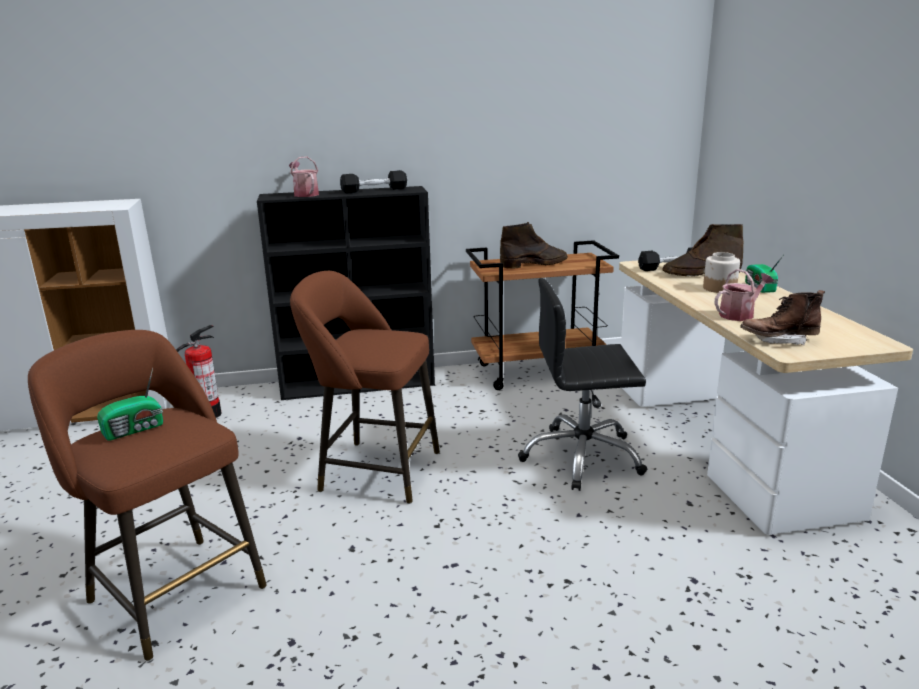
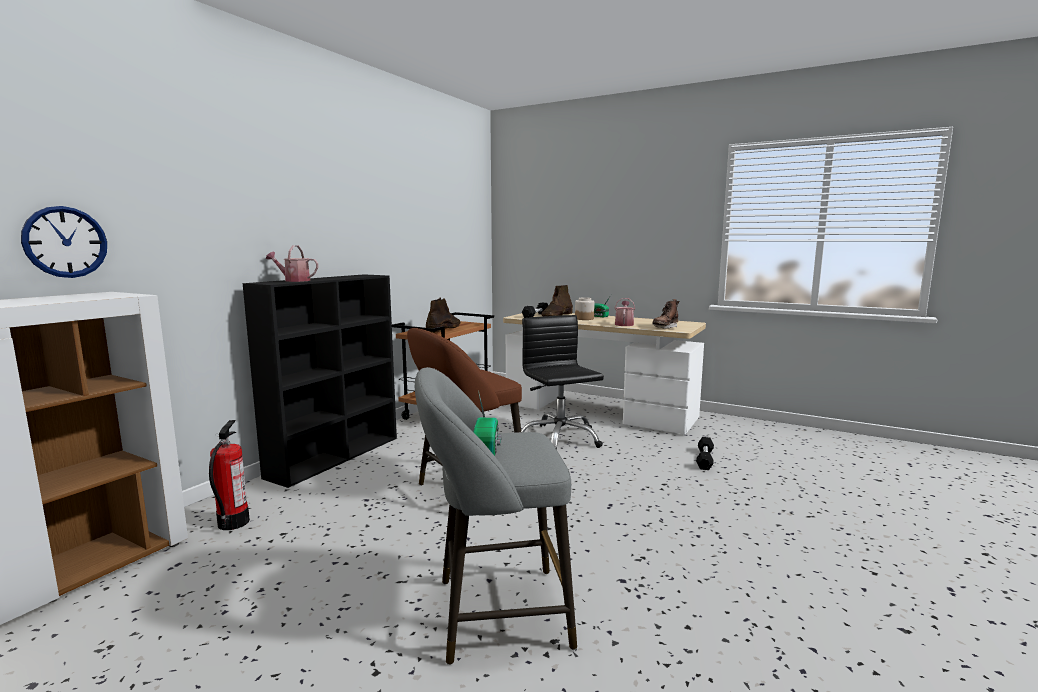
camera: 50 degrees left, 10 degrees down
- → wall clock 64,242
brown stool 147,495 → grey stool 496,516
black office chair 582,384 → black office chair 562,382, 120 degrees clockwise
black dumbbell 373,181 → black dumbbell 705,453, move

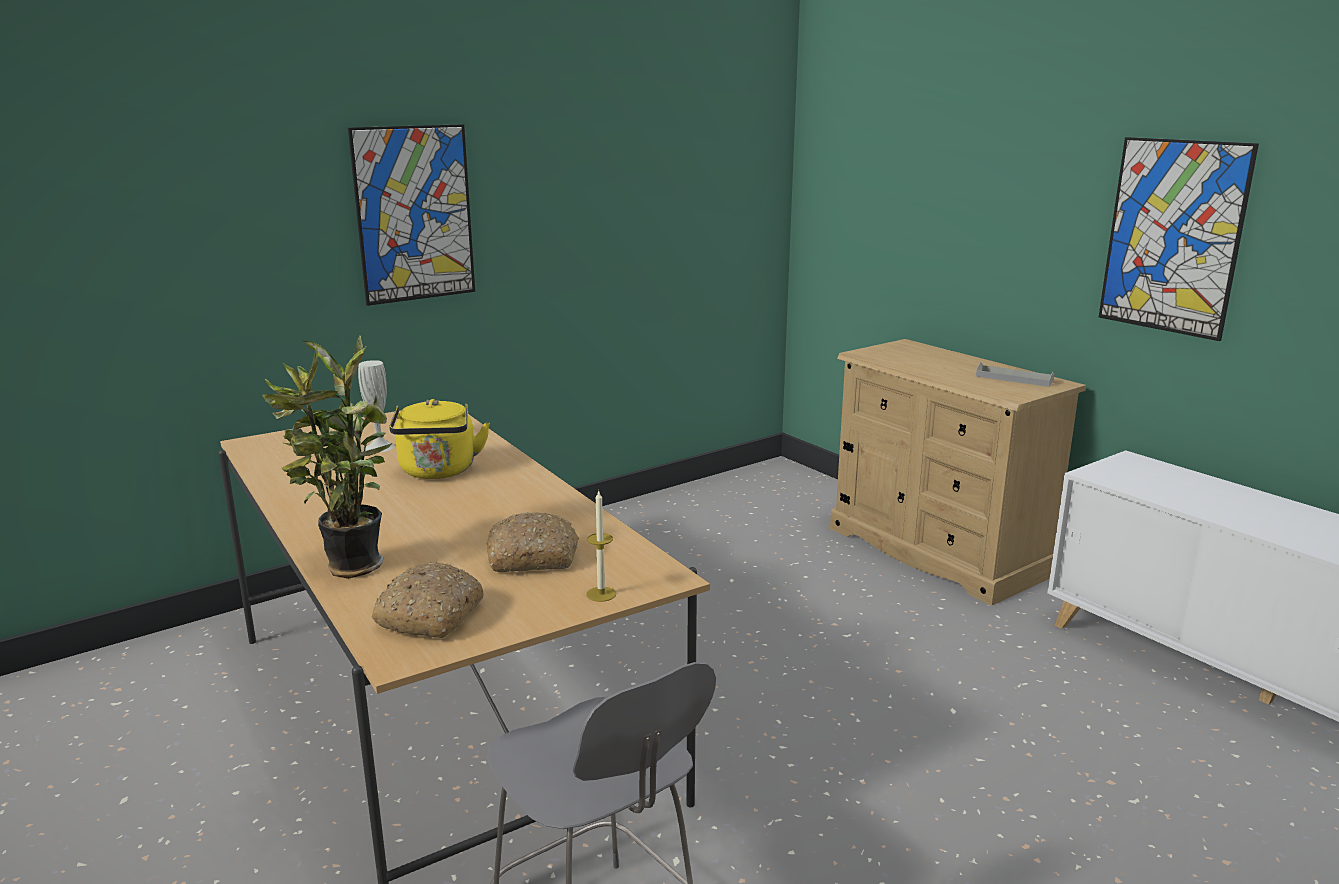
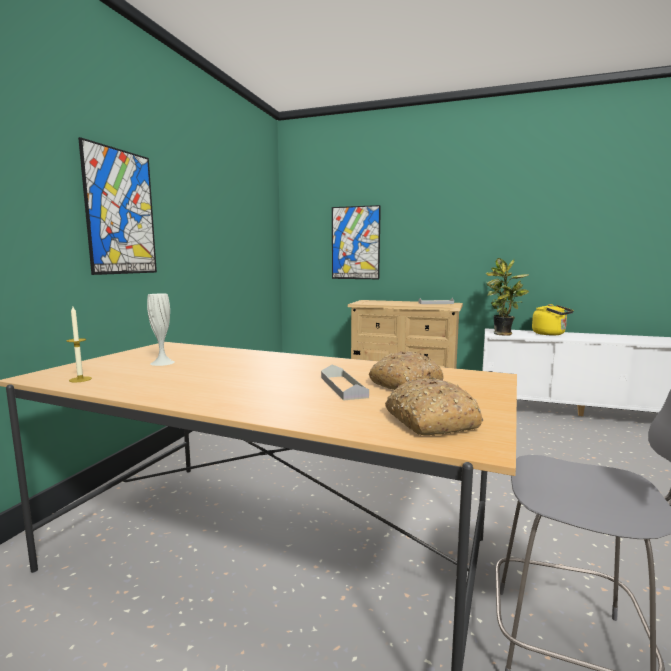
camera: 35 degrees left, 10 degrees down
candle 601,546 → candle 79,344, move
- → grey tray 345,382
picture 1179,239 → picture 356,242, move
potted plant 327,457 → potted plant 507,297, move
yellow kettle 439,439 → yellow kettle 553,319, move

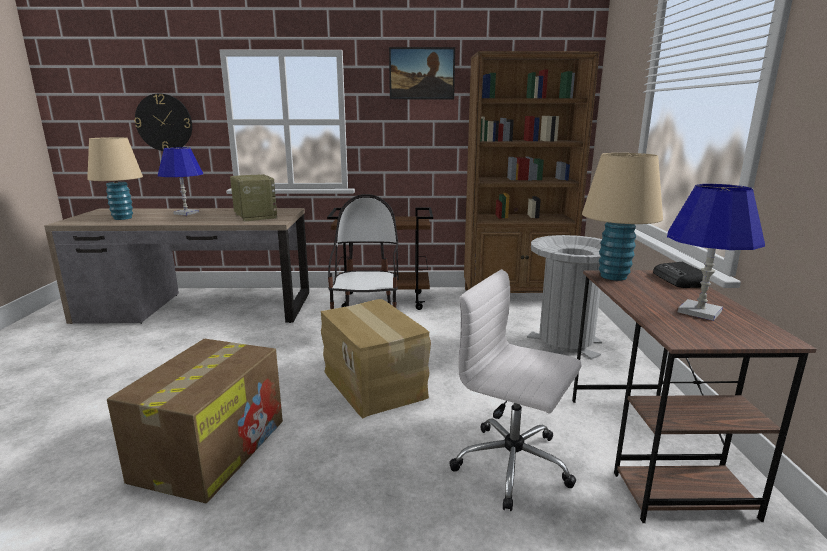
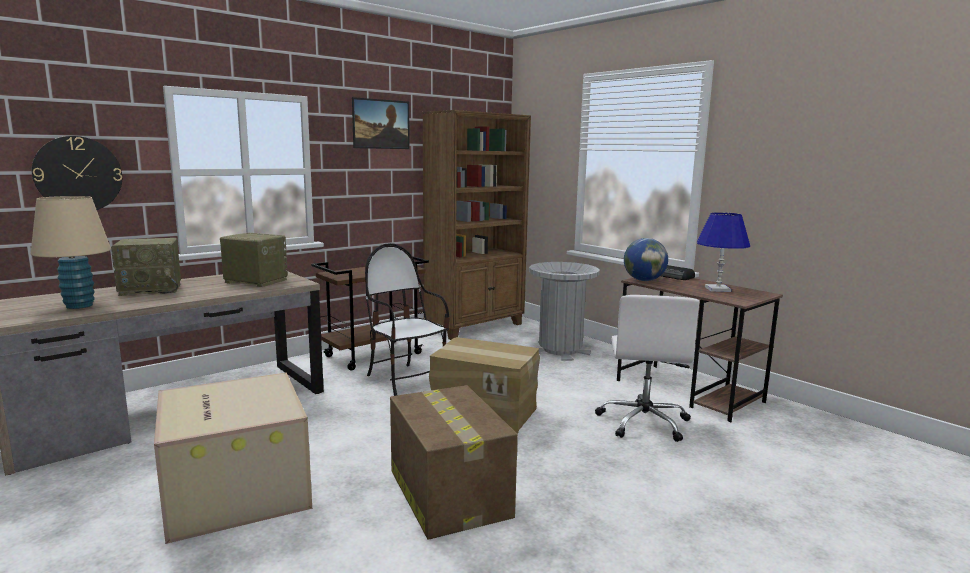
camera: 40 degrees left, 5 degrees down
blue table lamp 180,181 → radio 146,267
- → cardboard box 233,458
white office chair 515,390 → white office chair 647,368, 75 degrees counterclockwise
beige table lamp 622,217 → globe 646,259

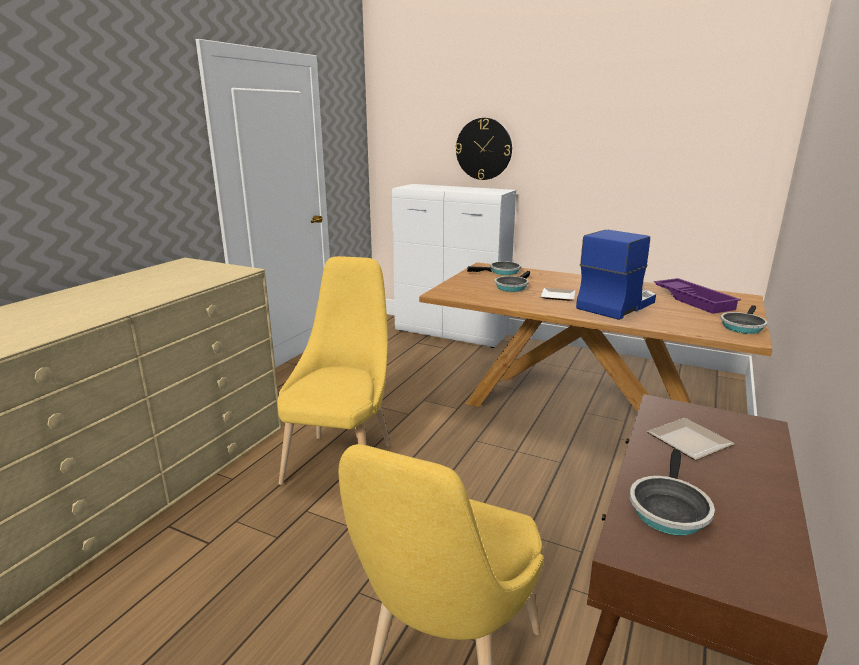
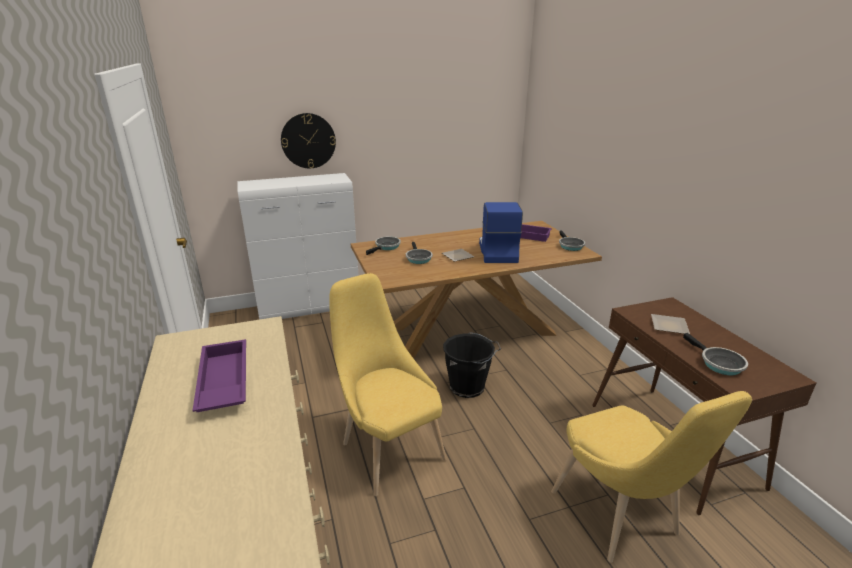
camera: 45 degrees left, 5 degrees up
- → purple tray 219,375
- → black bucket 472,365

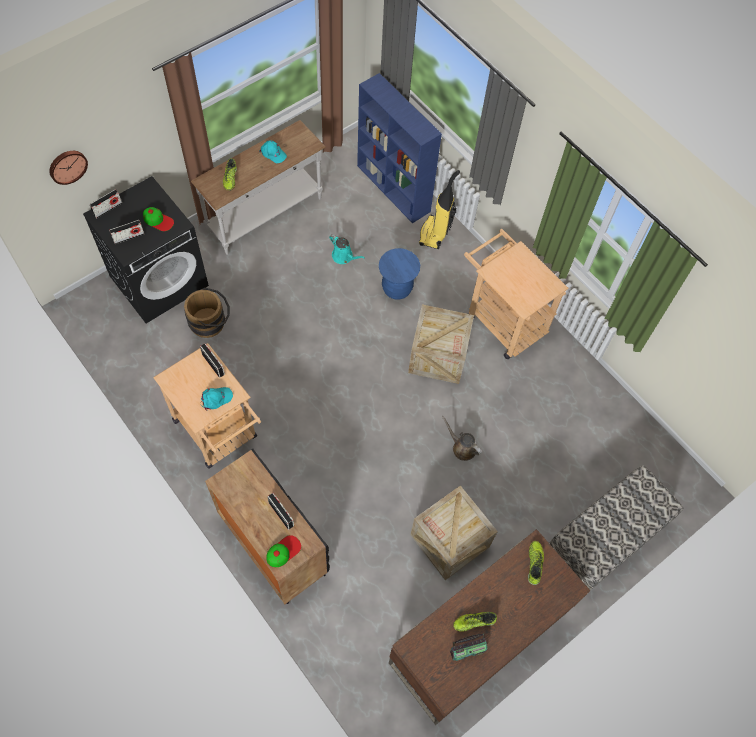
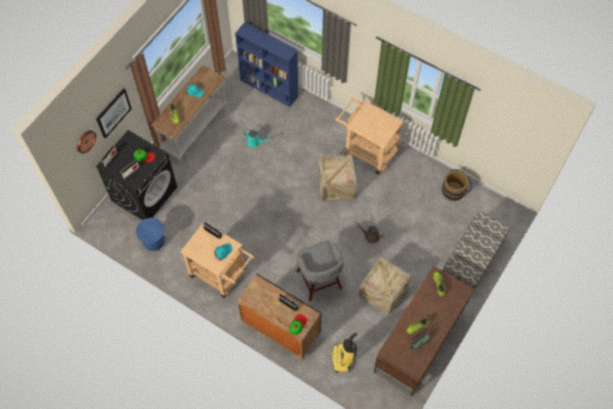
camera: 15 degrees left, 0 degrees up
- → picture 114,113
blue stool 399,274 → blue stool 150,234, move
- → grey stool 320,271
vacuum cleaner 439,209 → vacuum cleaner 344,352, move
brown bucket 207,312 → brown bucket 457,185, move

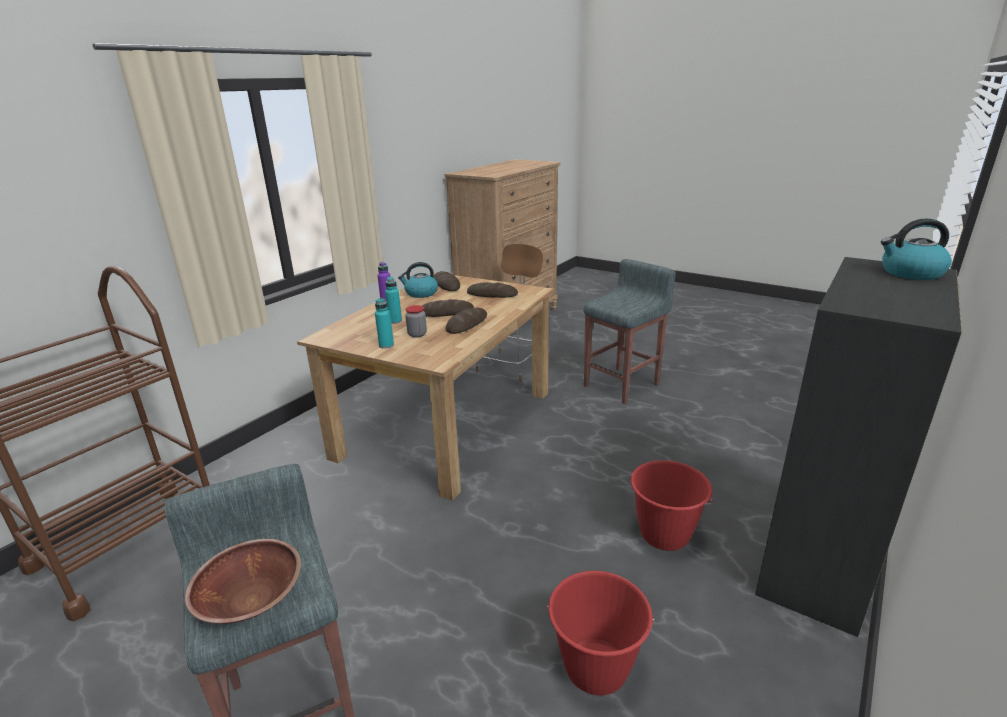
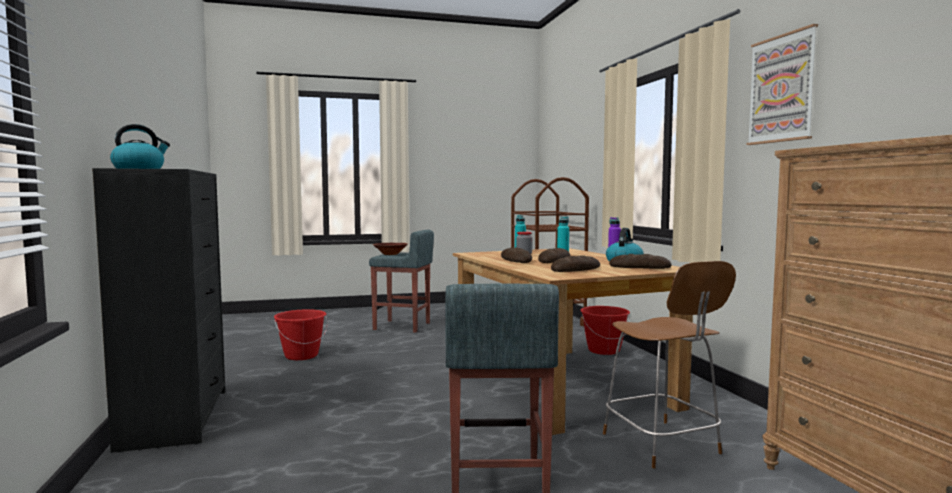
camera: 130 degrees right, 20 degrees down
red bucket 672,505 → red bucket 605,330, move
- → picture 782,84

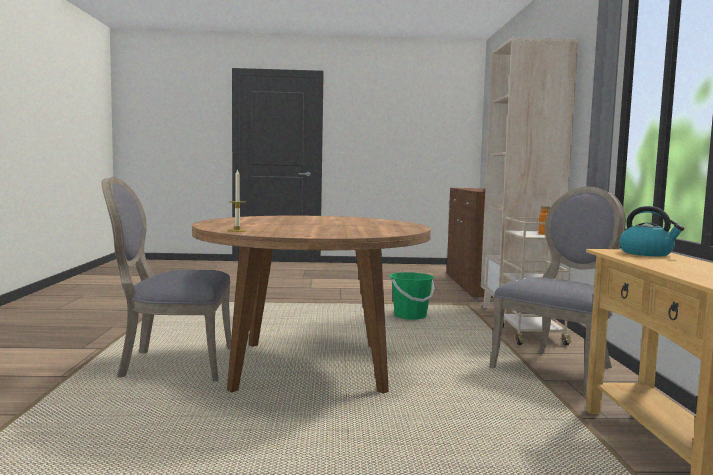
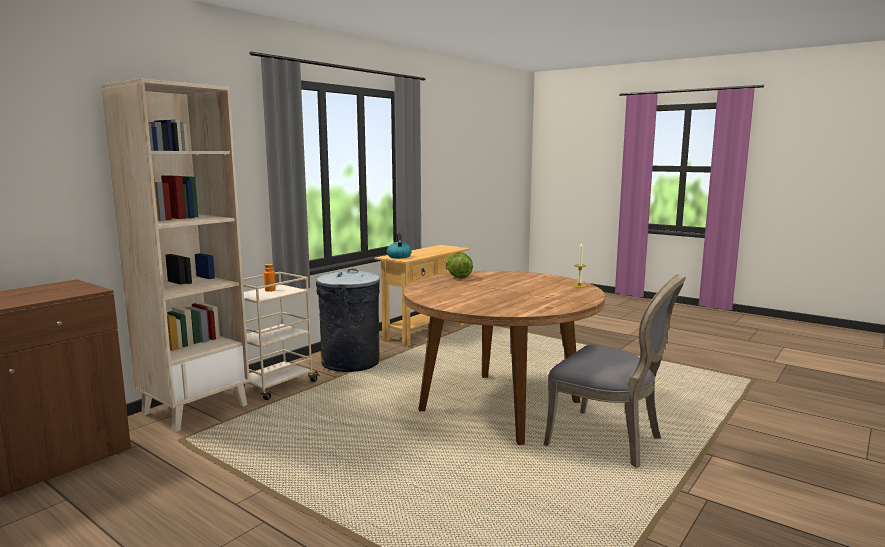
camera: 140 degrees left, 5 degrees up
grey chair 558,291 → grey trash can 348,320
- → lettuce 460,266
green bucket 412,296 → -

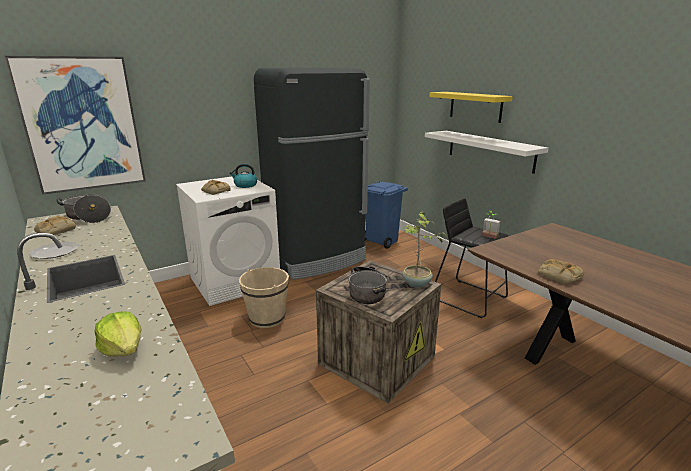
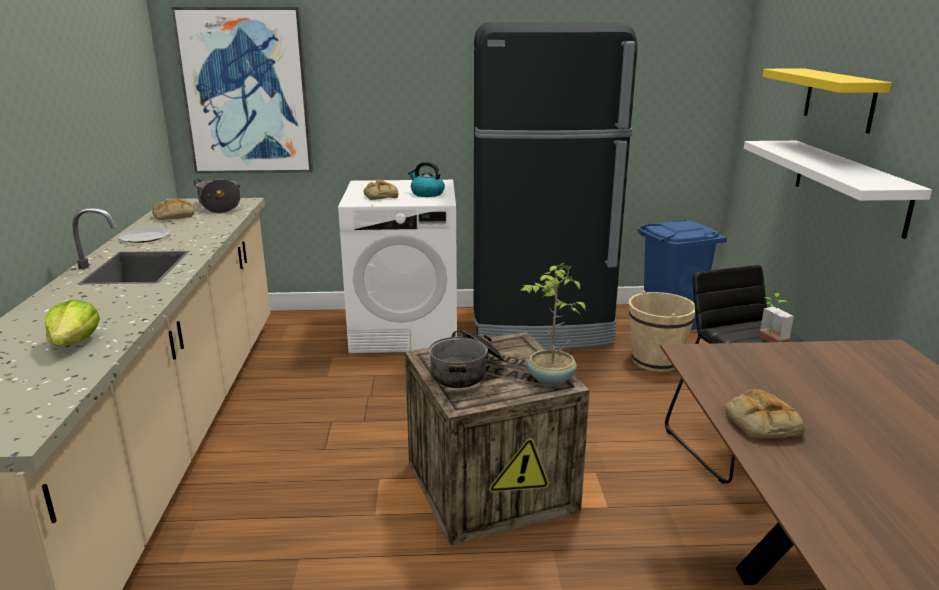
camera: 30 degrees right, 0 degrees up
beige bucket 264,297 → beige bucket 662,331, move

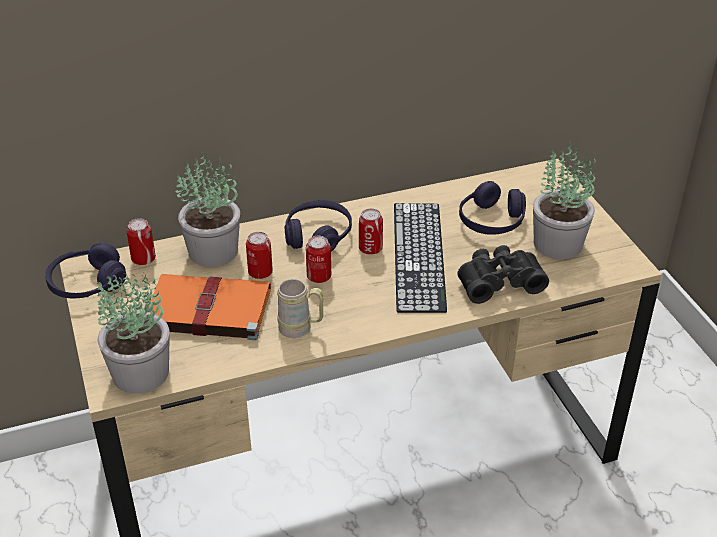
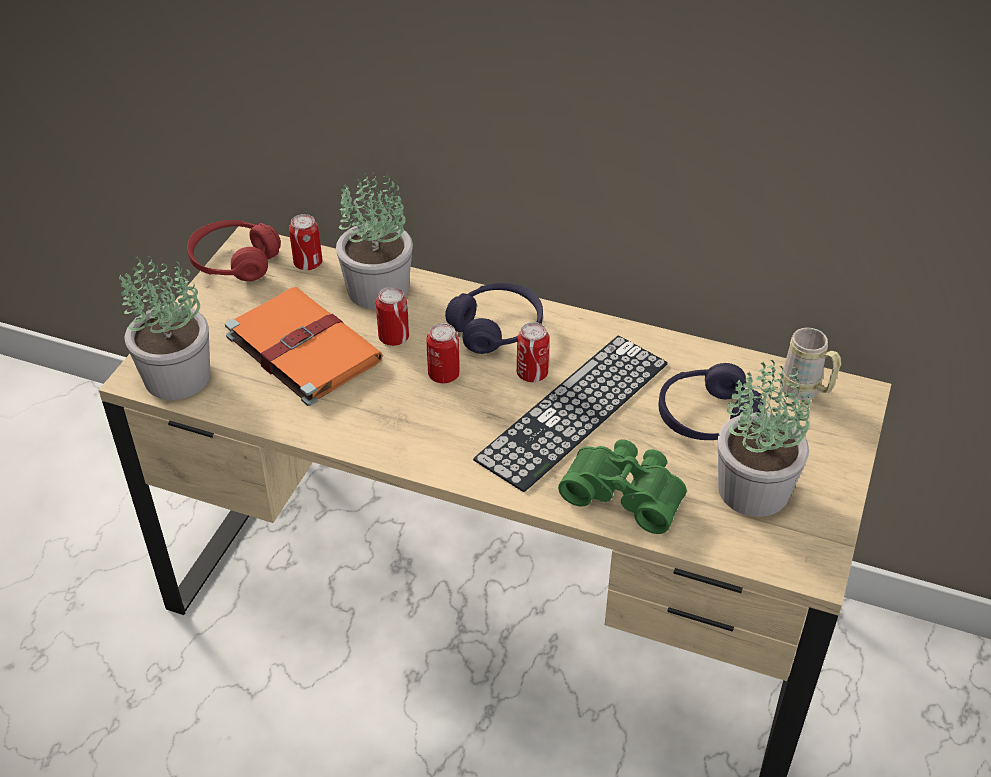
camera: 40 degrees right, 5 degrees up
purple headphones 85,270 → red headphones 234,250
black binoculars 503,274 → green binoculars 622,486
beige mug 300,308 → beige mug 810,364, move

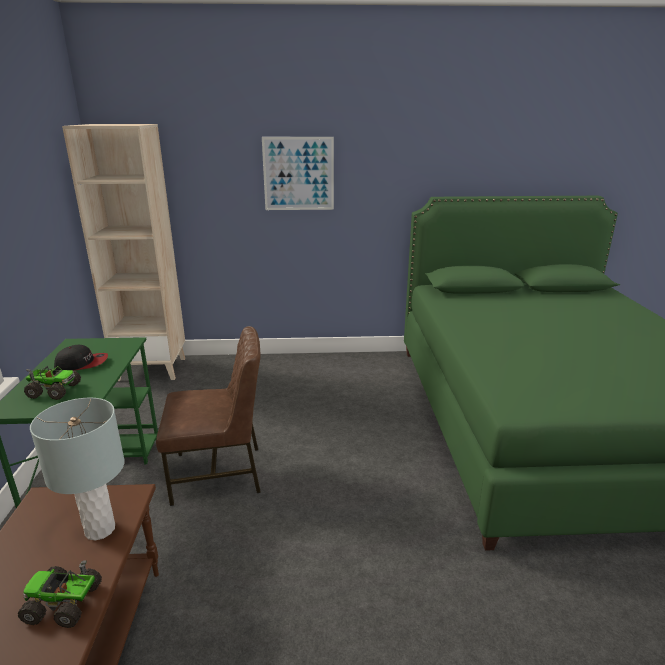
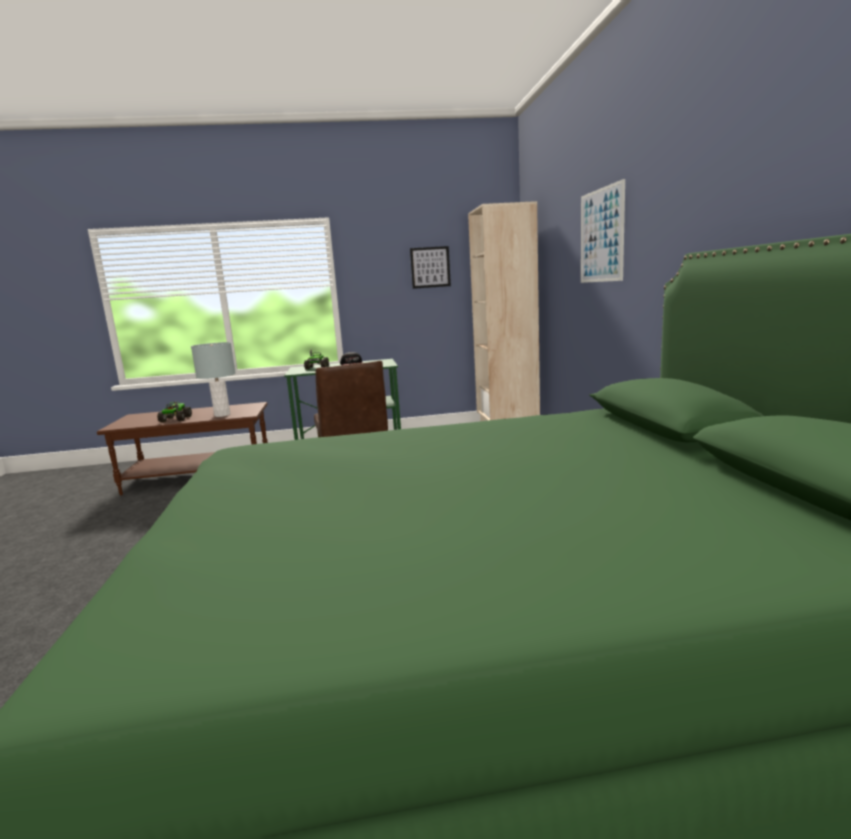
camera: 85 degrees right, 10 degrees down
- → picture 430,267

